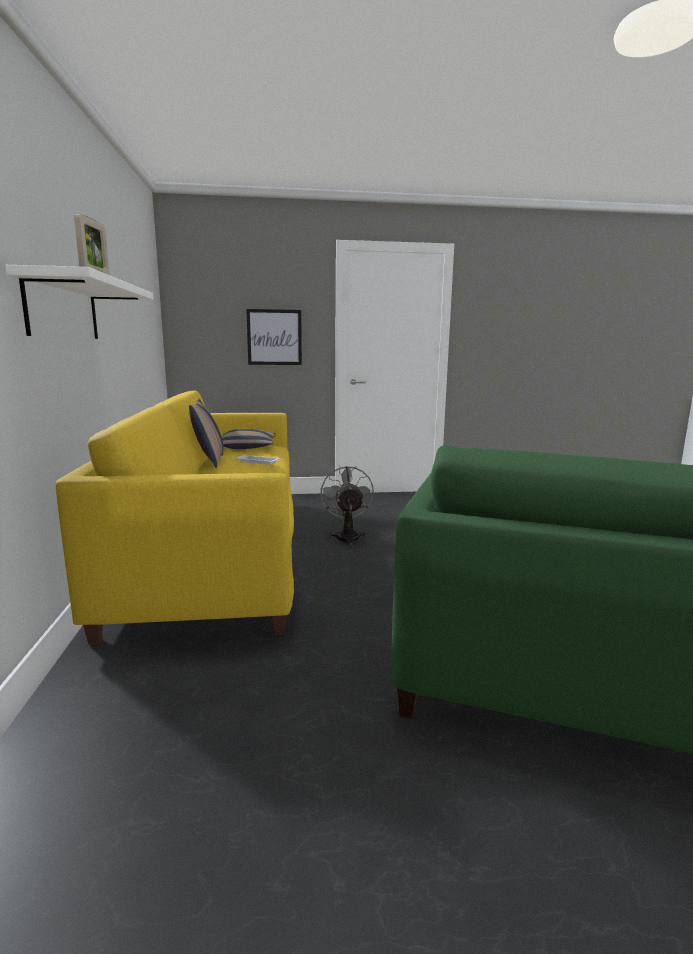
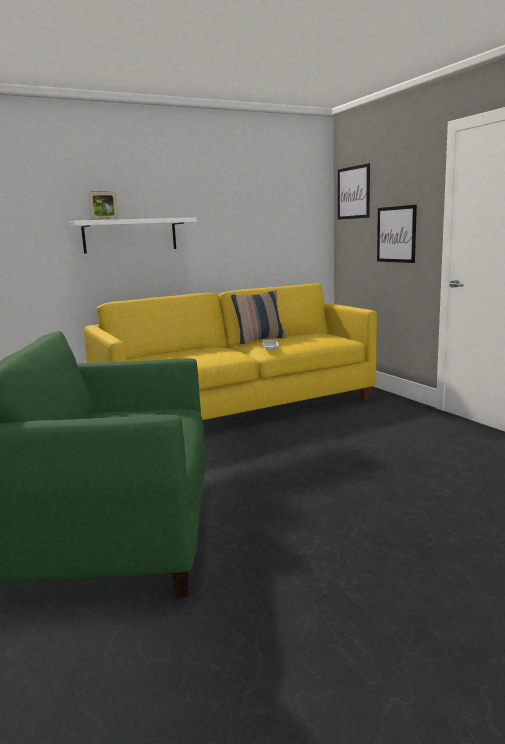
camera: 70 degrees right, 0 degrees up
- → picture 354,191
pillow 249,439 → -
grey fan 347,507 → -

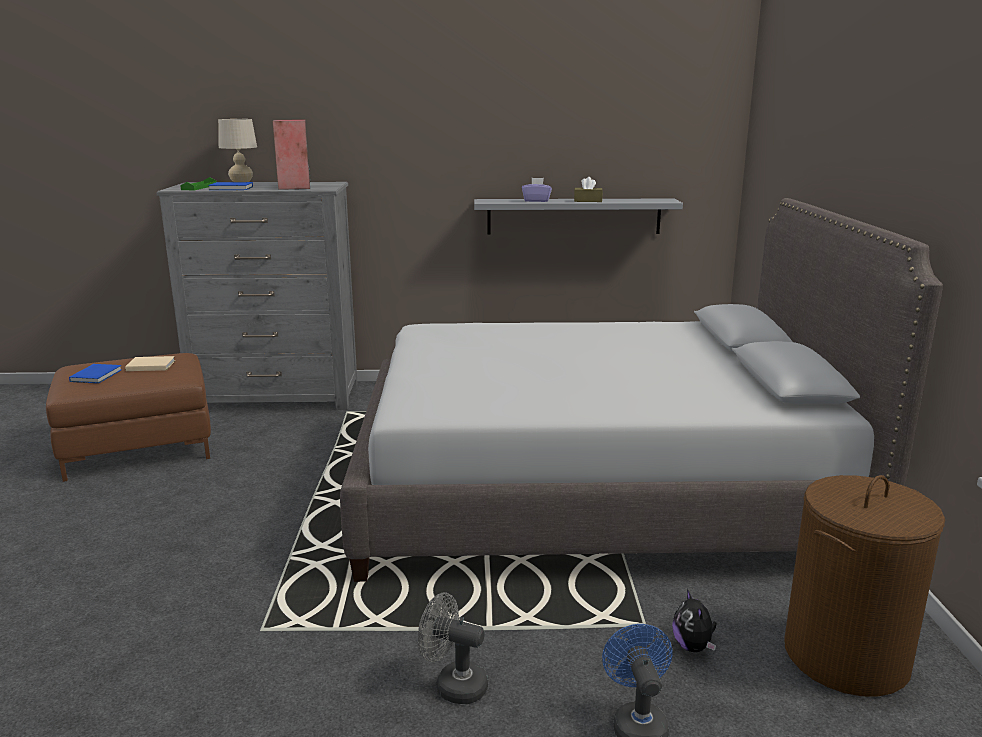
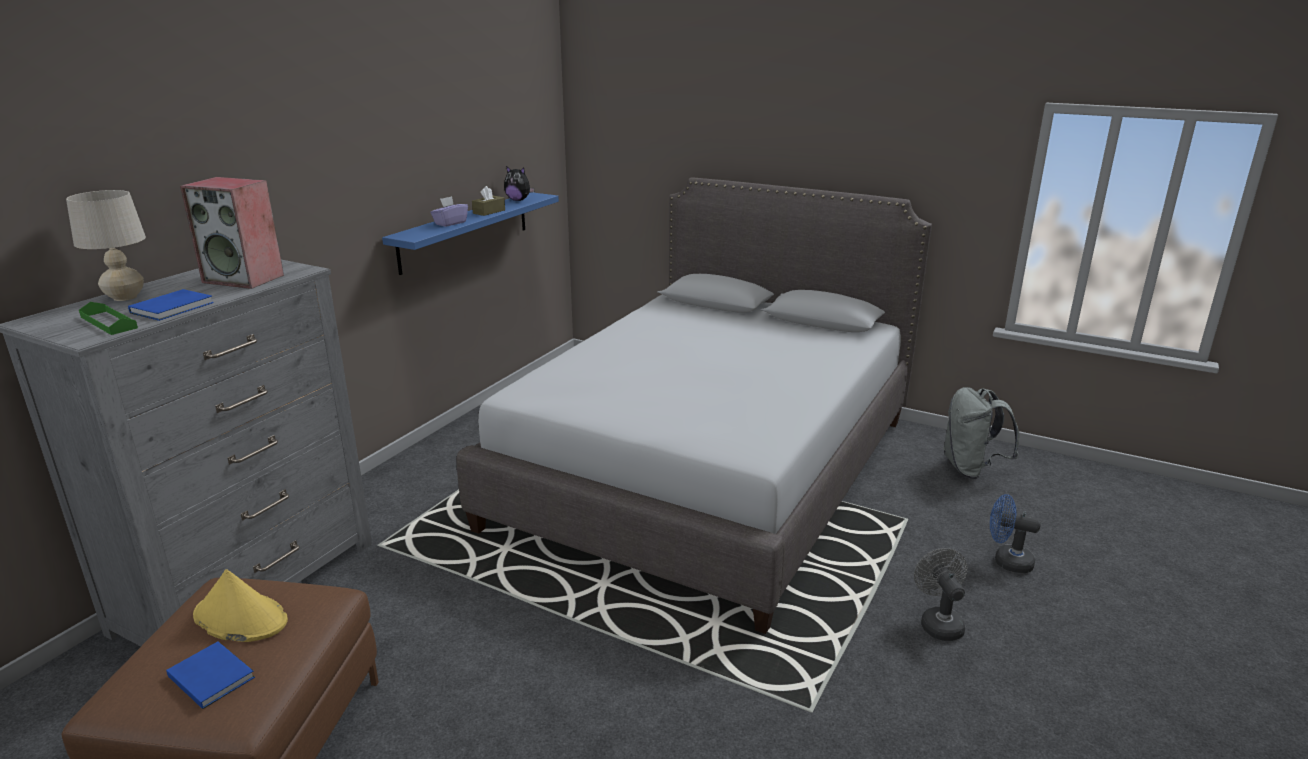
camera: 60 degrees left, 5 degrees up
beige book 150,363 → yellow hat 240,605
grey shelf 578,217 → blue shelf 470,234
plush toy 694,620 → plush toy 519,183, move
grey fan 453,648 → grey fan 940,594, 120 degrees clockwise
brown laundry basket 864,586 → grey backpack 981,433

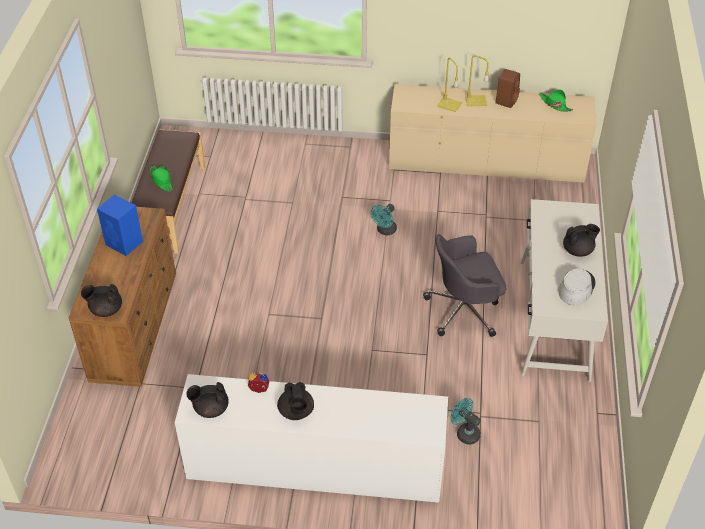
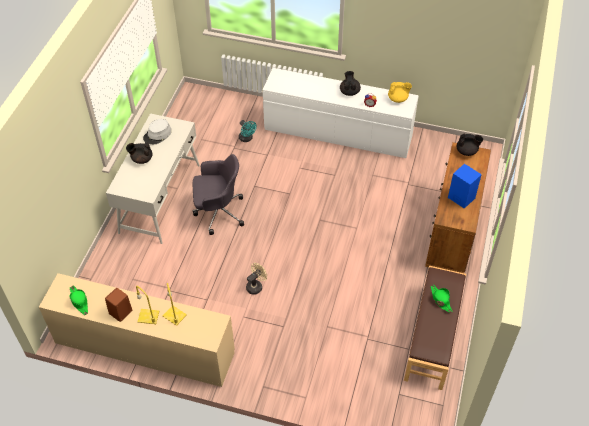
camera: 170 degrees left, 5 degrees up
turquoise fan 384,219 → beige fan 256,279
black teapot 207,400 → yellow teapot 400,92

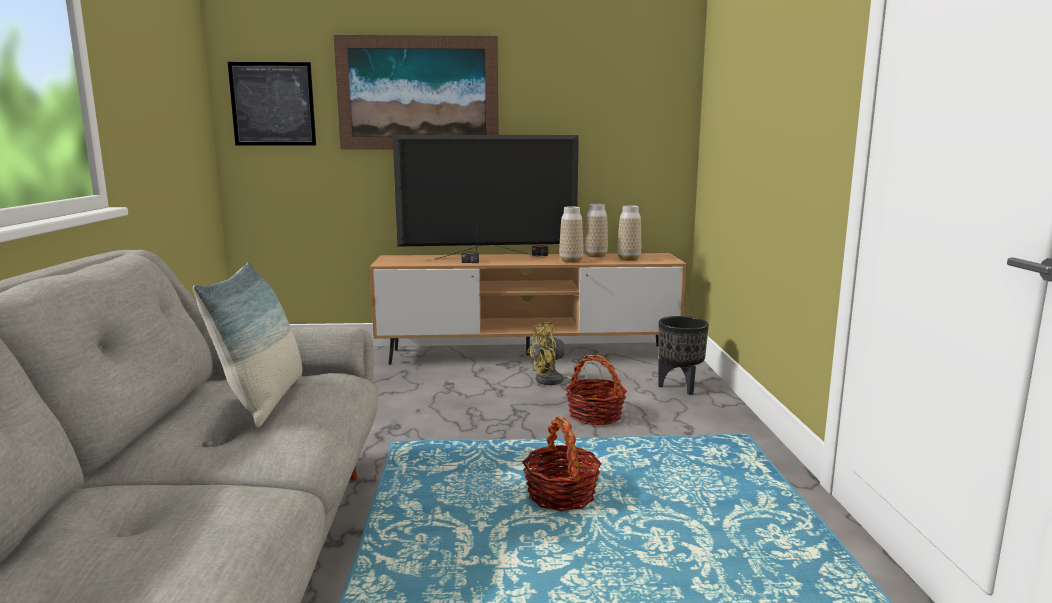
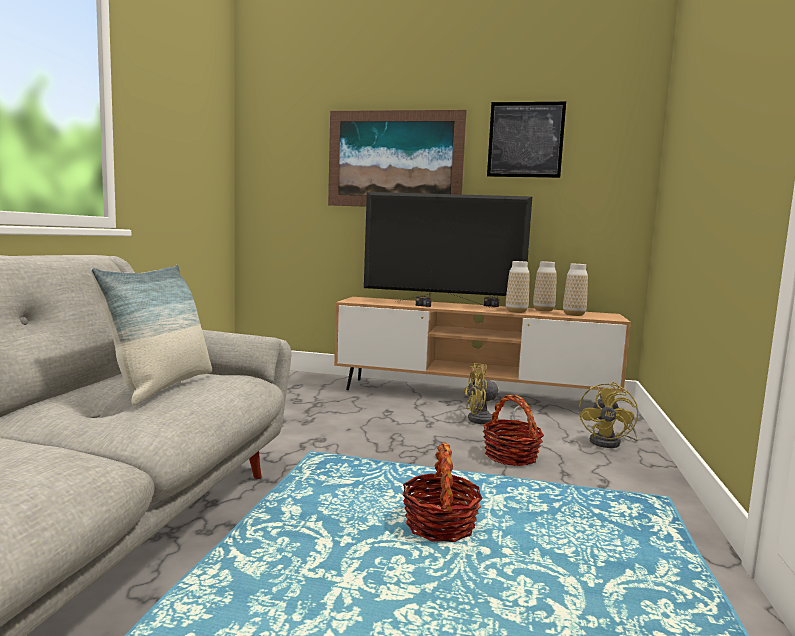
camera: 15 degrees right, 5 degrees down
picture 272,104 → picture 526,140, move
black planter 683,355 → yellow fan 608,415

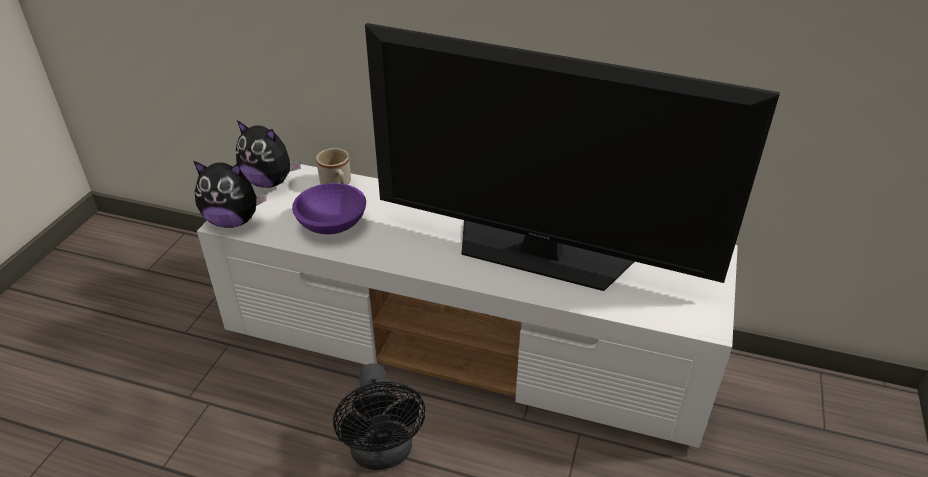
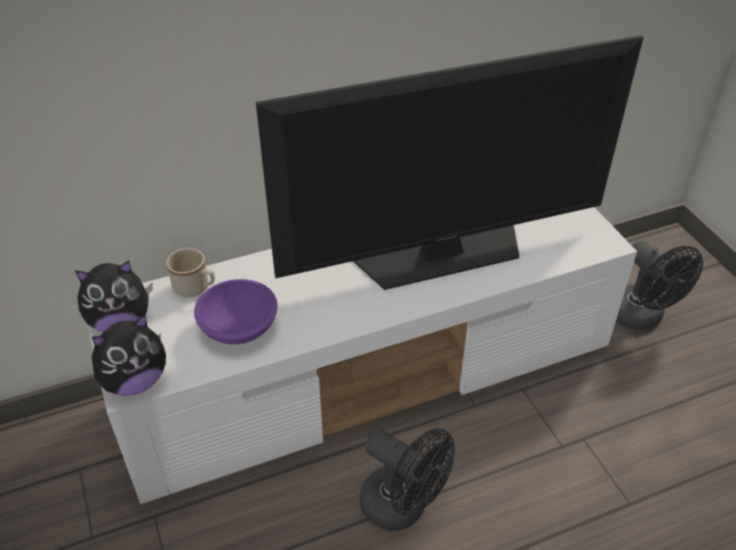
camera: 40 degrees left, 5 degrees up
- → black fan 659,285

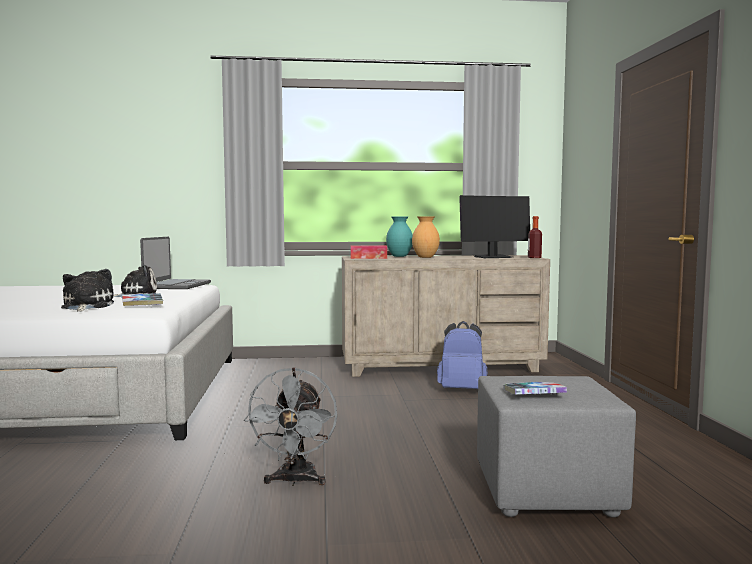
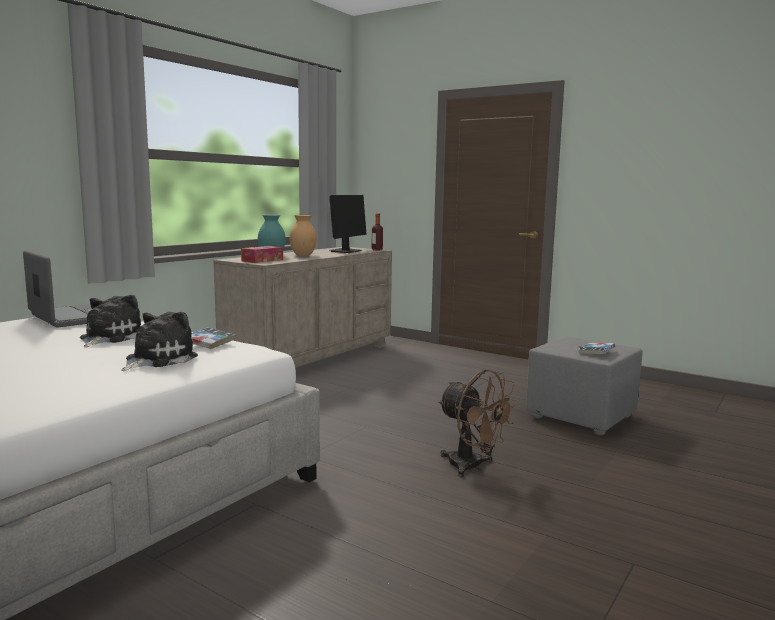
camera: 50 degrees left, 5 degrees up
plush toy 87,290 → plush toy 159,341, 90 degrees clockwise
grey fan 290,426 → brown fan 478,423
blue backpack 462,355 → -

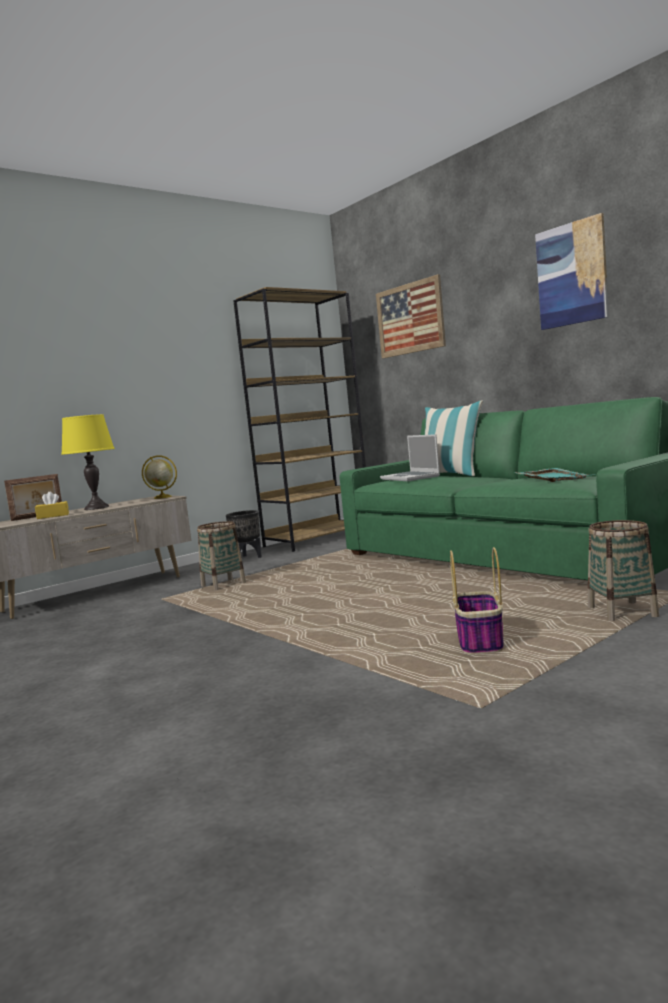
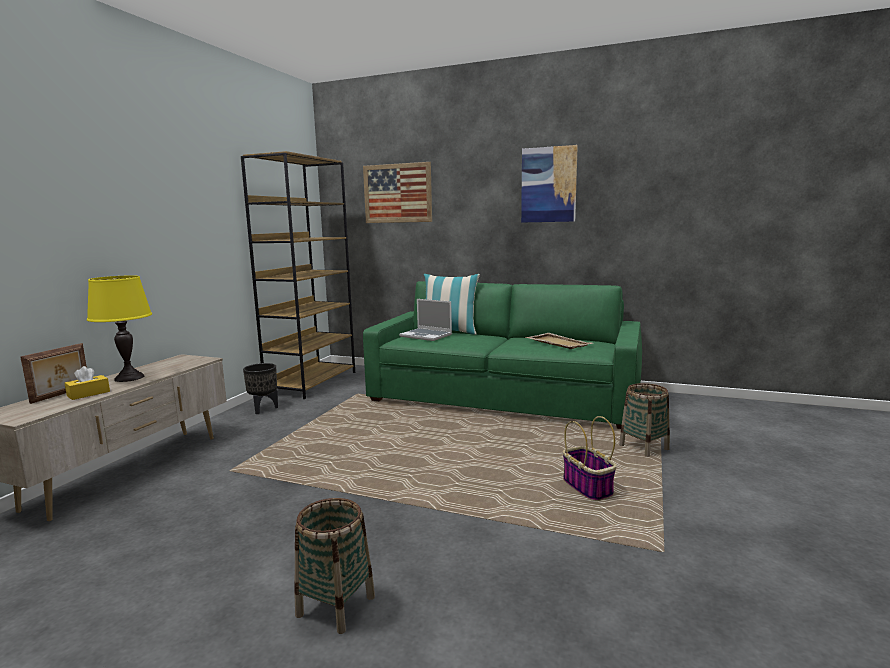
camera: 30 degrees left, 5 degrees up
basket 221,555 → basket 335,566, move
turquoise tray 551,475 → beige tray 559,341
globe 159,477 → -

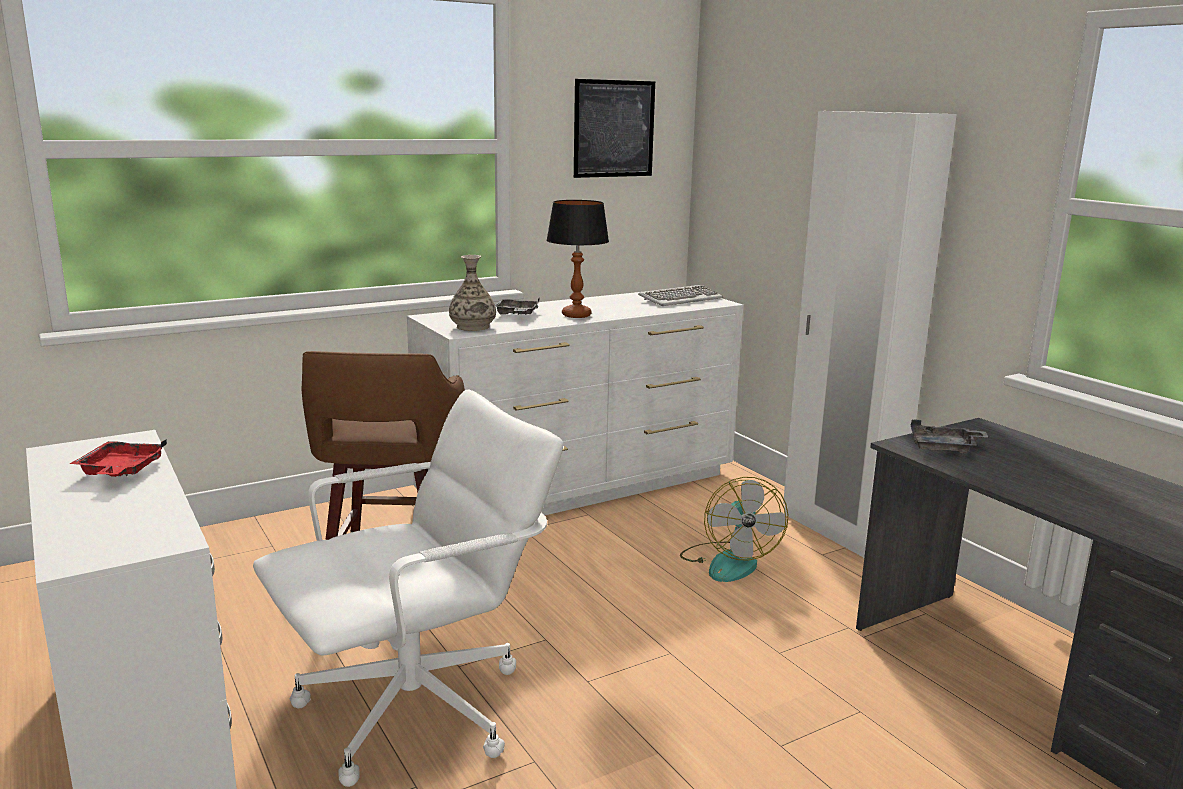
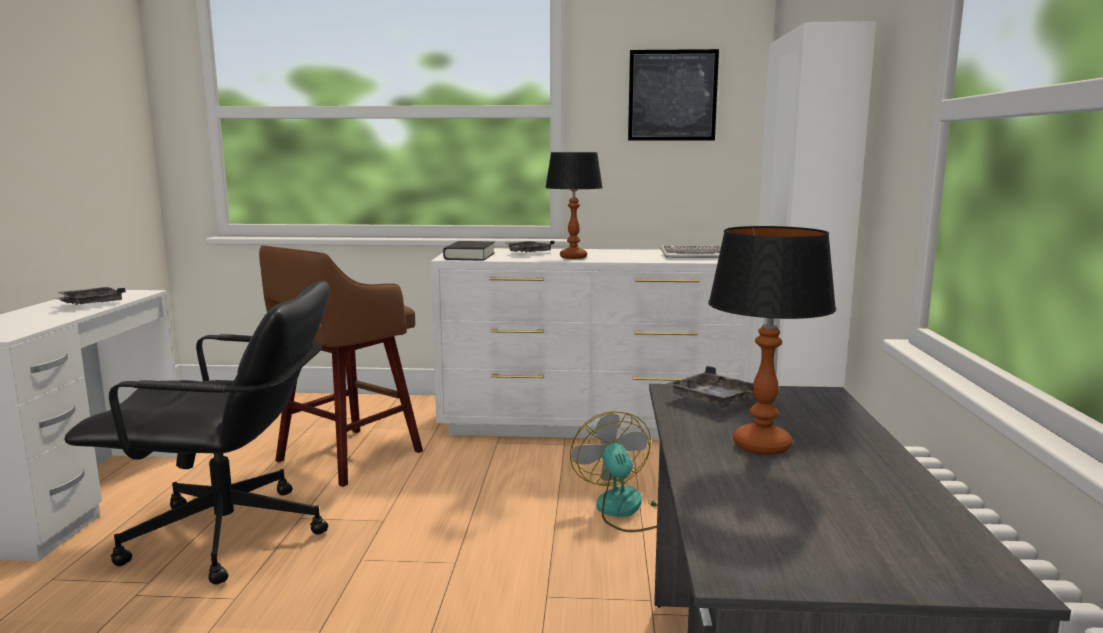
camera: 35 degrees right, 5 degrees down
red tray 118,458 → grey tray 89,296
white office chair 408,588 → black office chair 197,433
vase 472,293 → black book 469,251
fan 734,529 → fan 614,471, 135 degrees clockwise
- → table lamp 772,340

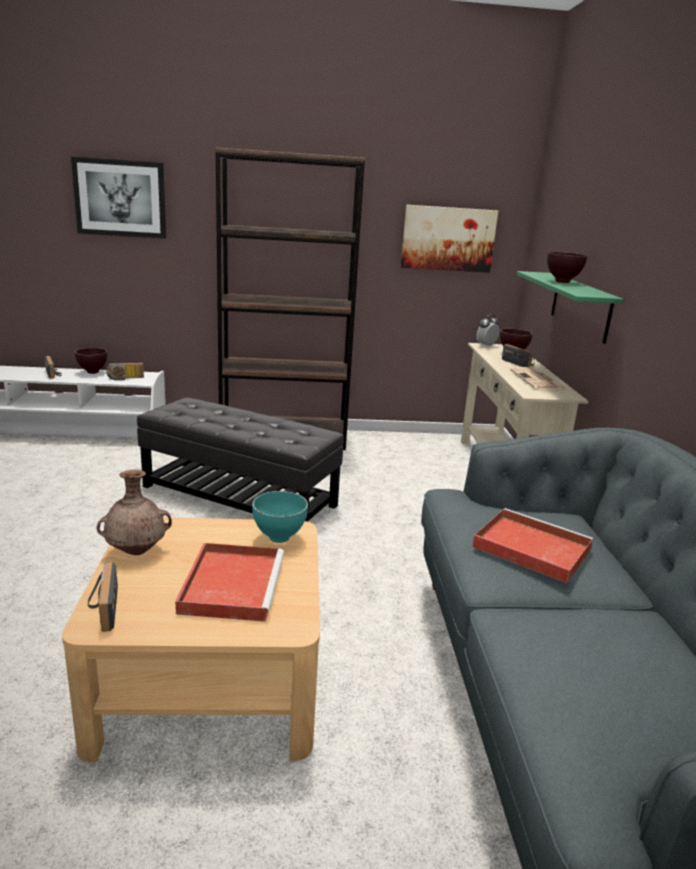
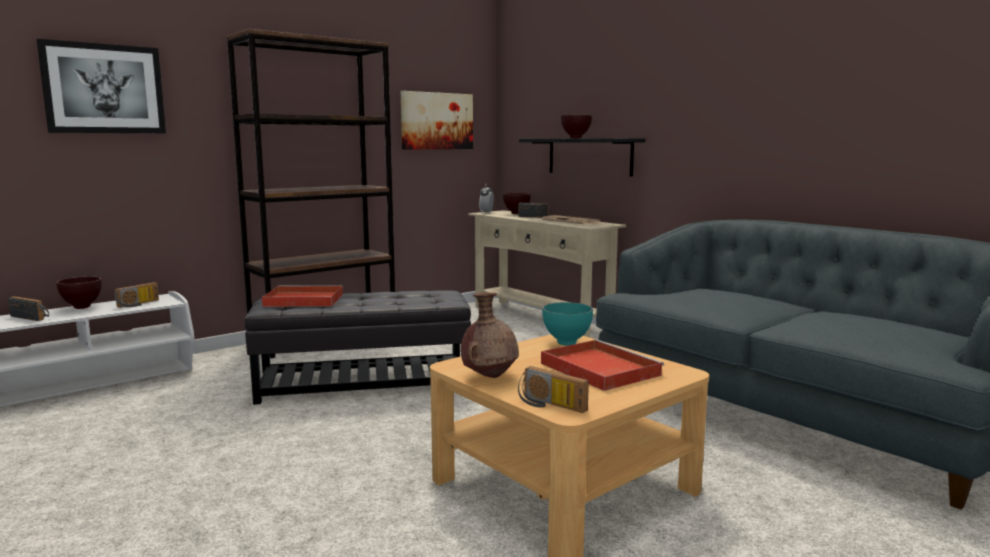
camera: 35 degrees left, 10 degrees down
red tray 532,545 → red tray 302,296, move
green shelf 570,307 → black shelf 582,157

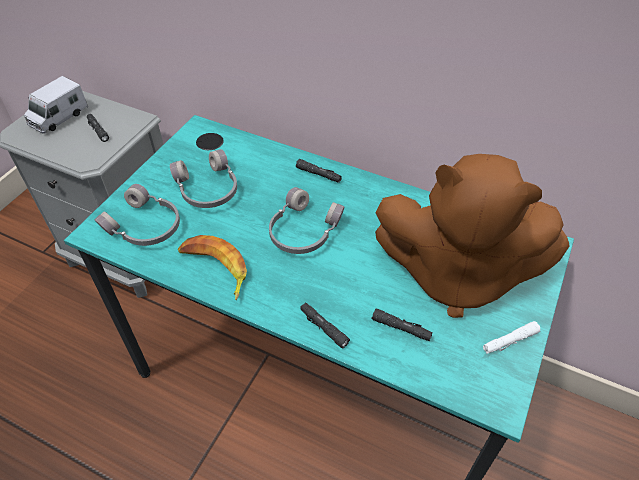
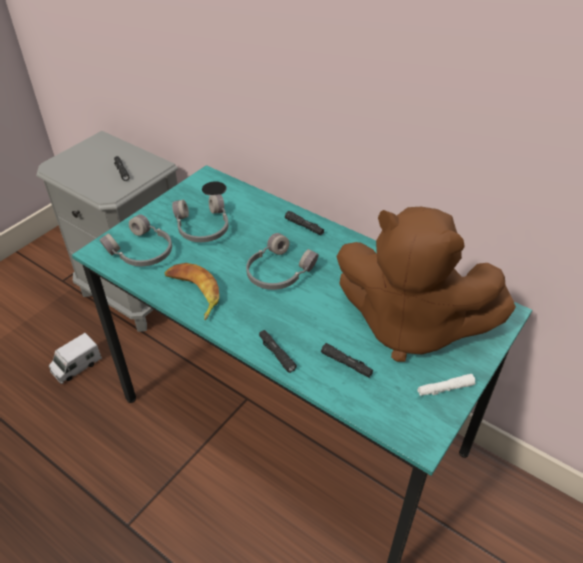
camera: 10 degrees right, 5 degrees down
toy truck 56,105 → toy truck 75,358, move

